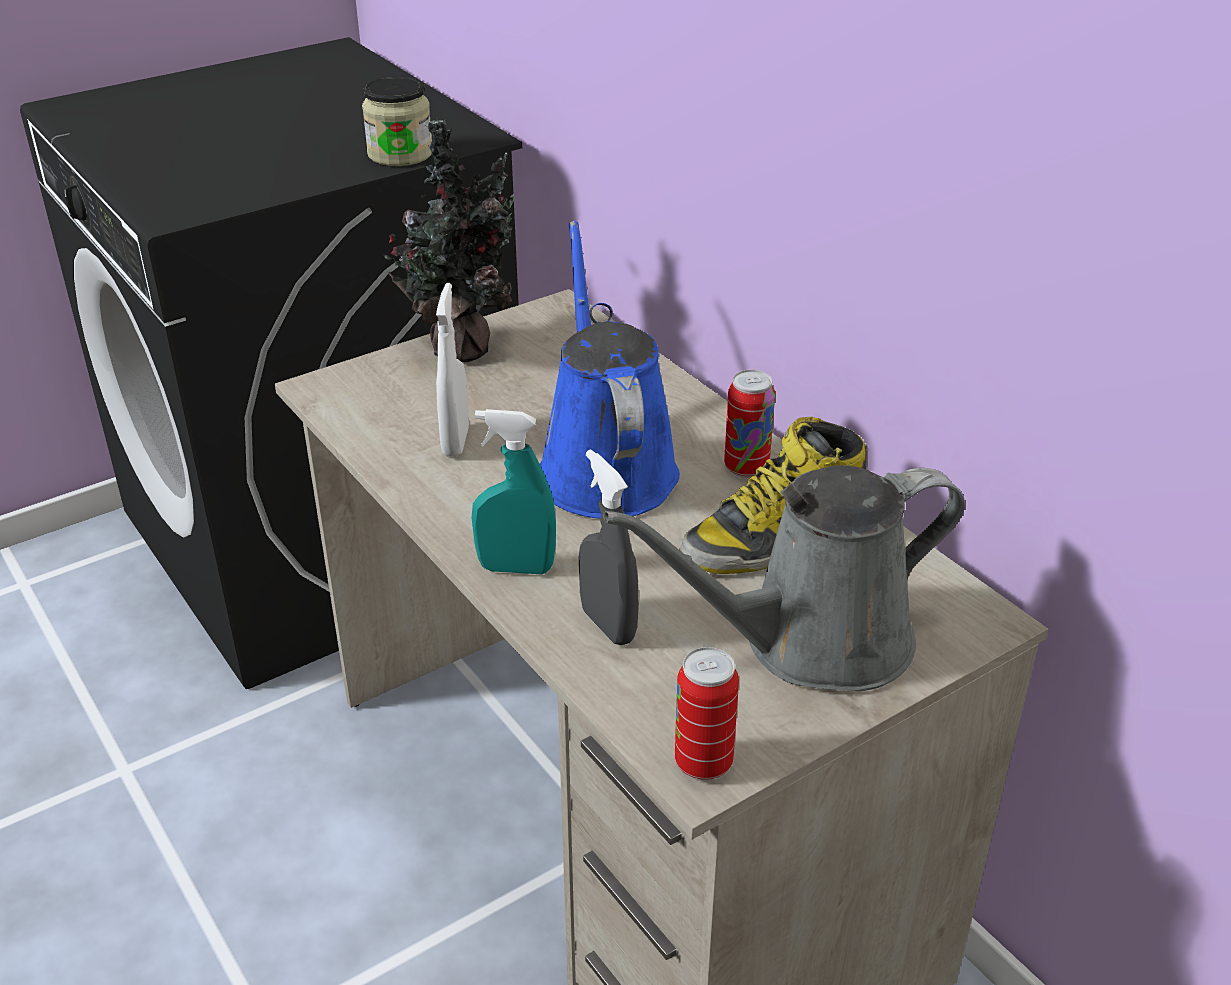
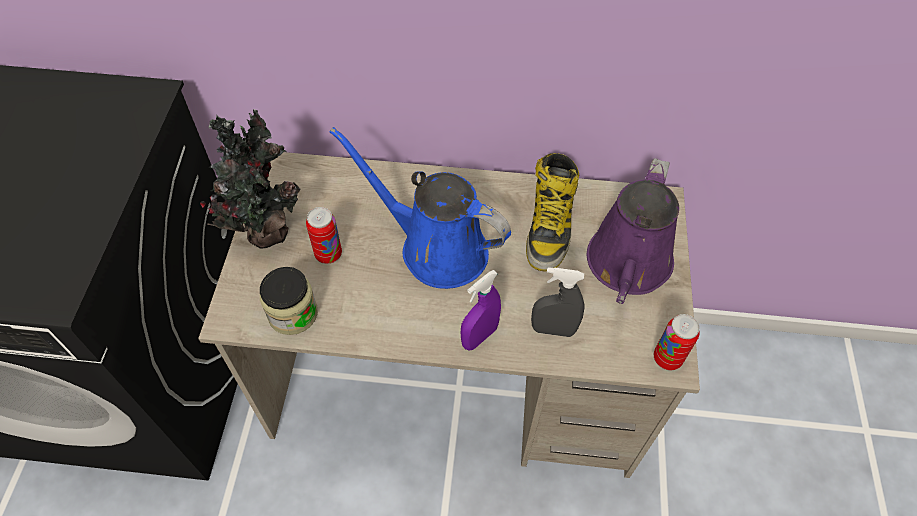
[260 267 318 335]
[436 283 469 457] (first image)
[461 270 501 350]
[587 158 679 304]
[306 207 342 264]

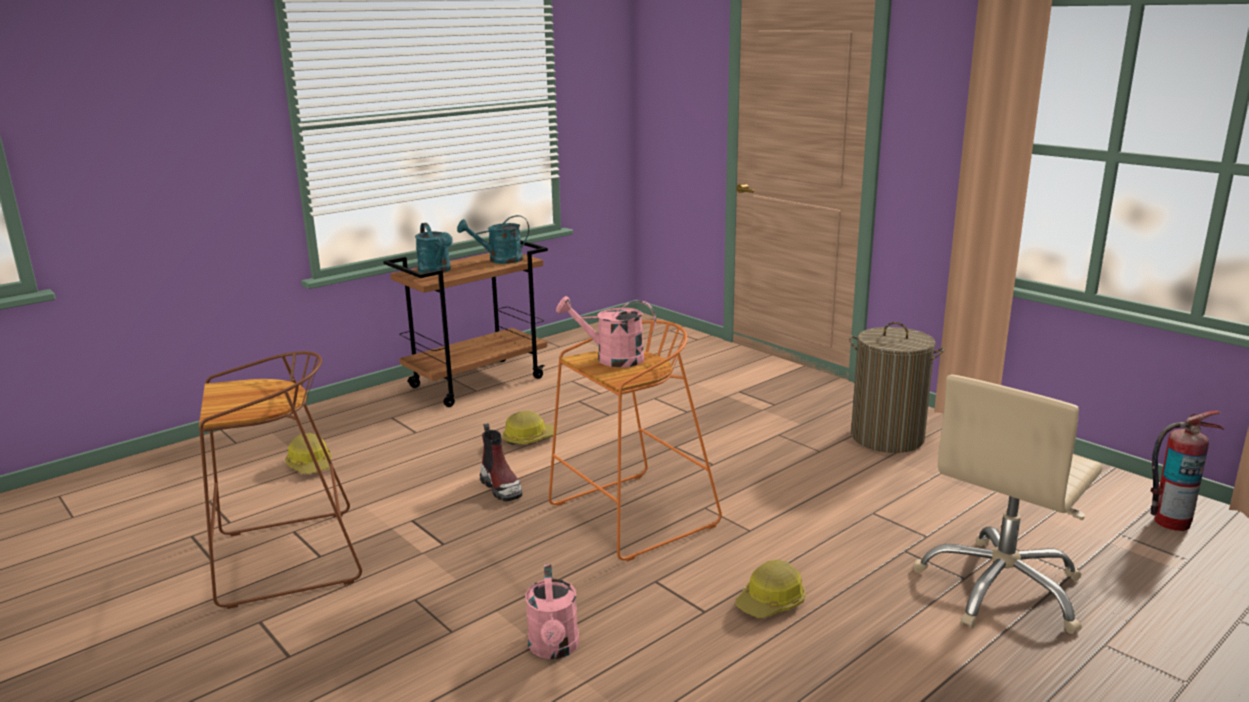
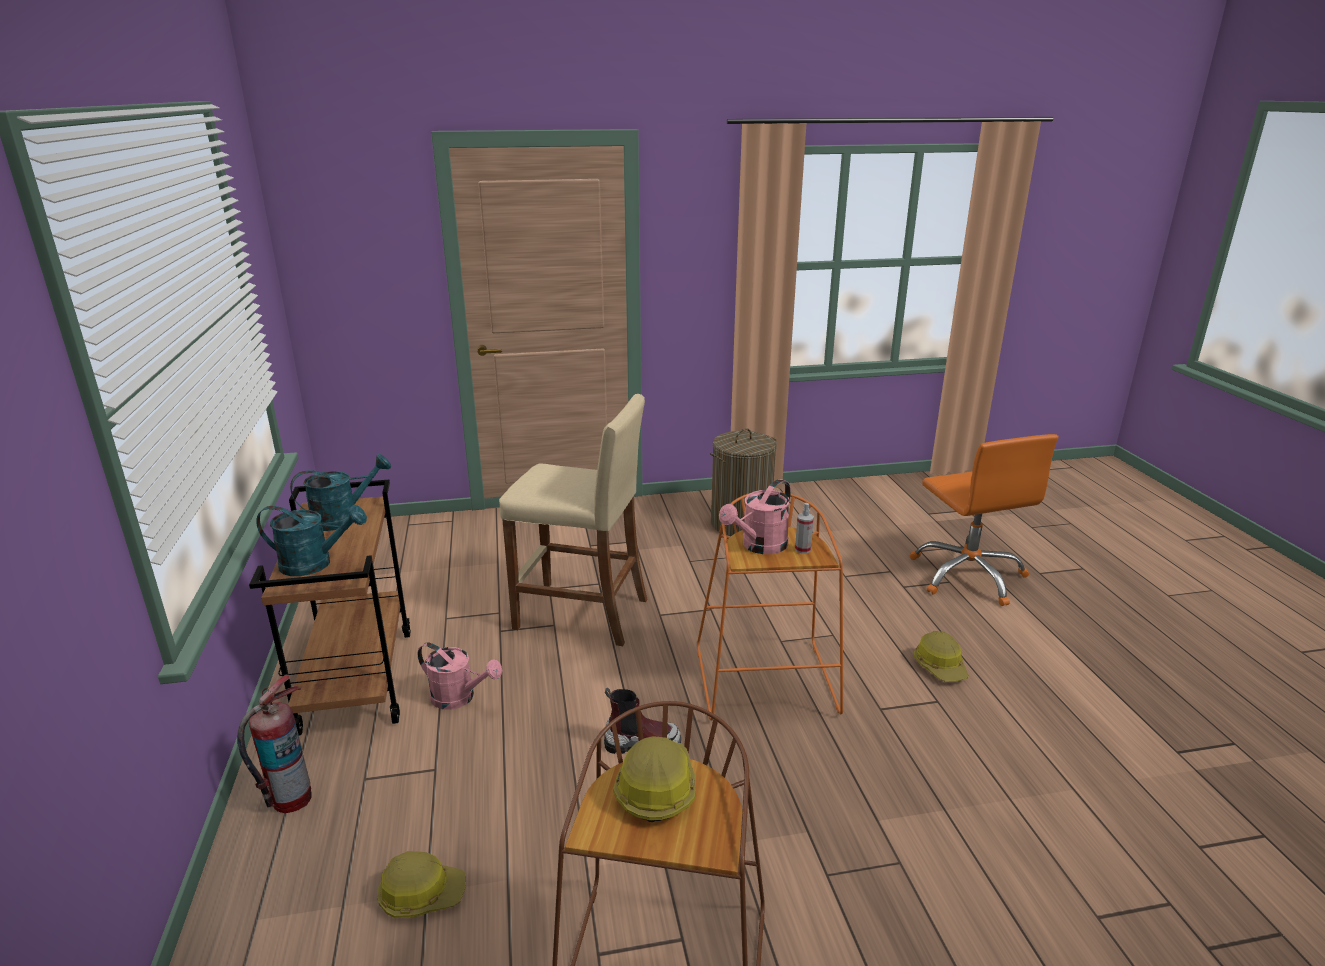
[290 454 391 531]
[613 736 696 822]
[418 642 502 710]
[910 434 1058 606]
[237 675 312 813]
[499 394 647 646]
[795 503 814 554]

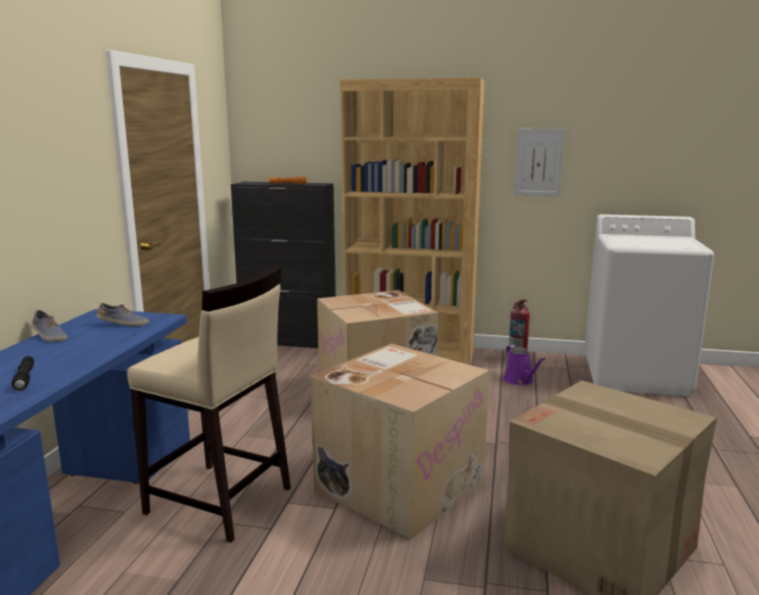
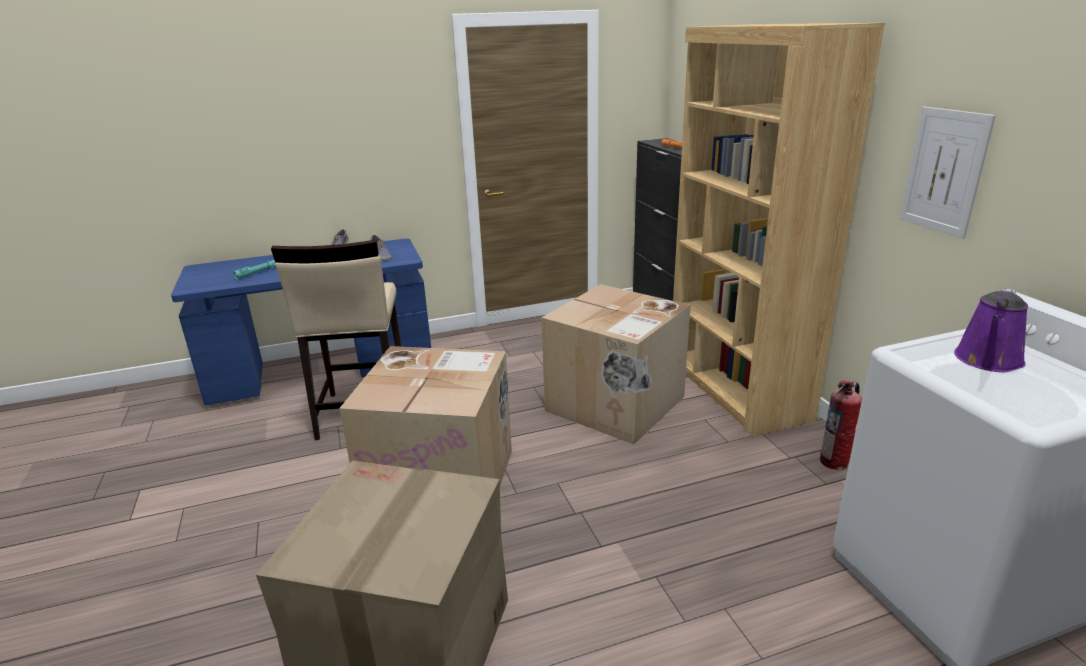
[233 260 276 279]
[954 288 1028 372]

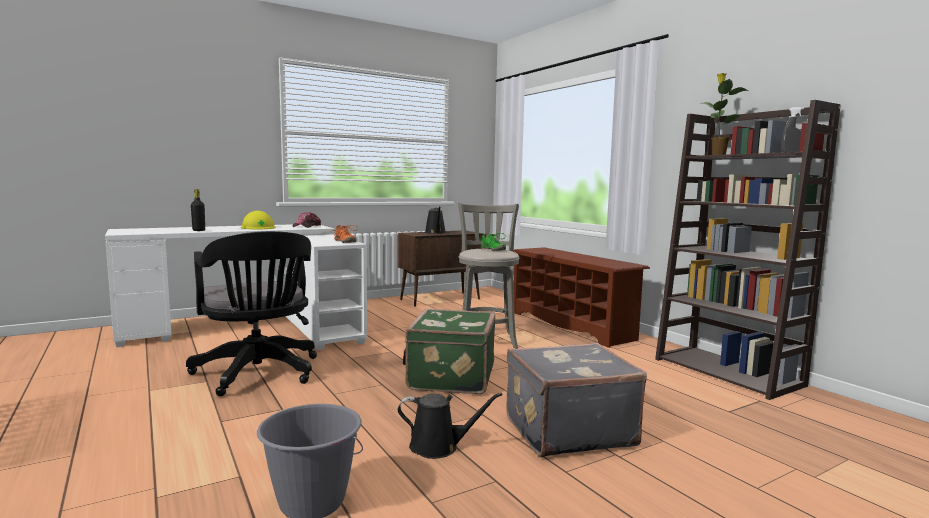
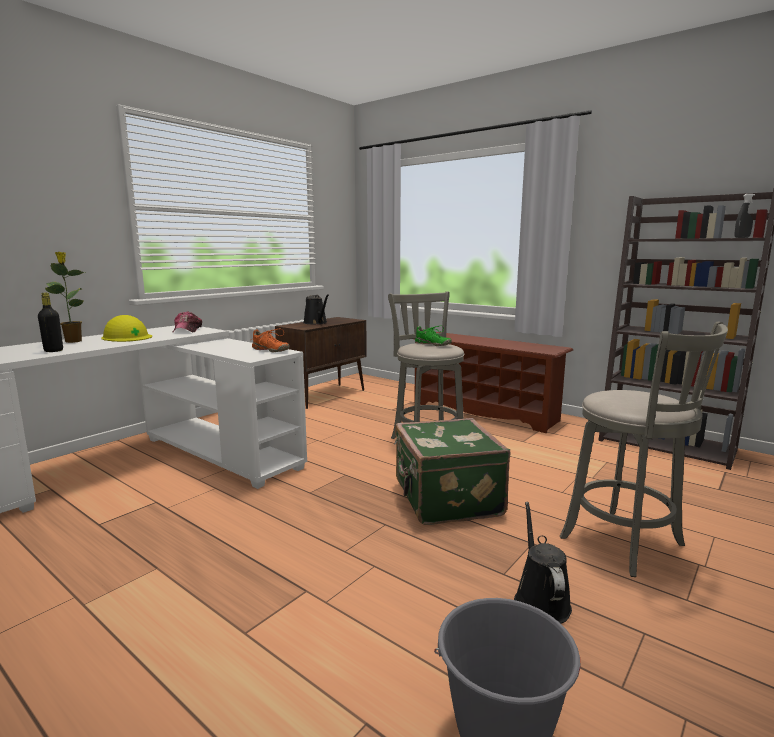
[186 231 317 396] (first image)
[514 502 572 624]
[560 322 728 577]
[45 252 85 343]

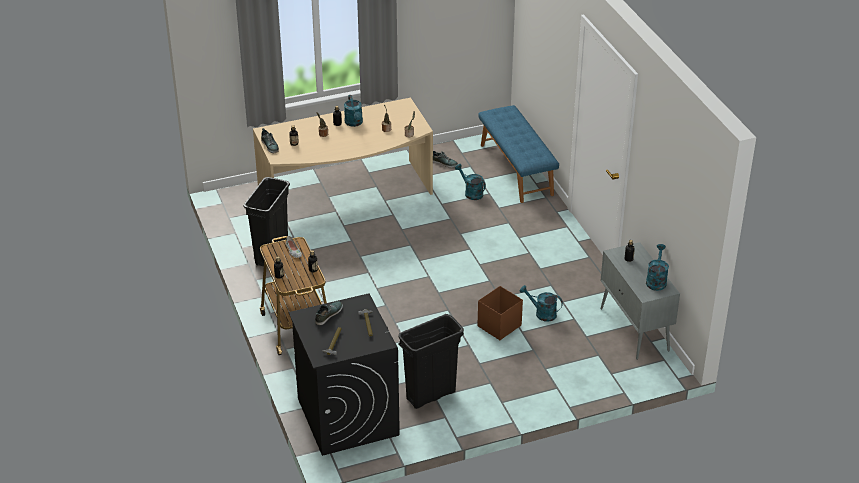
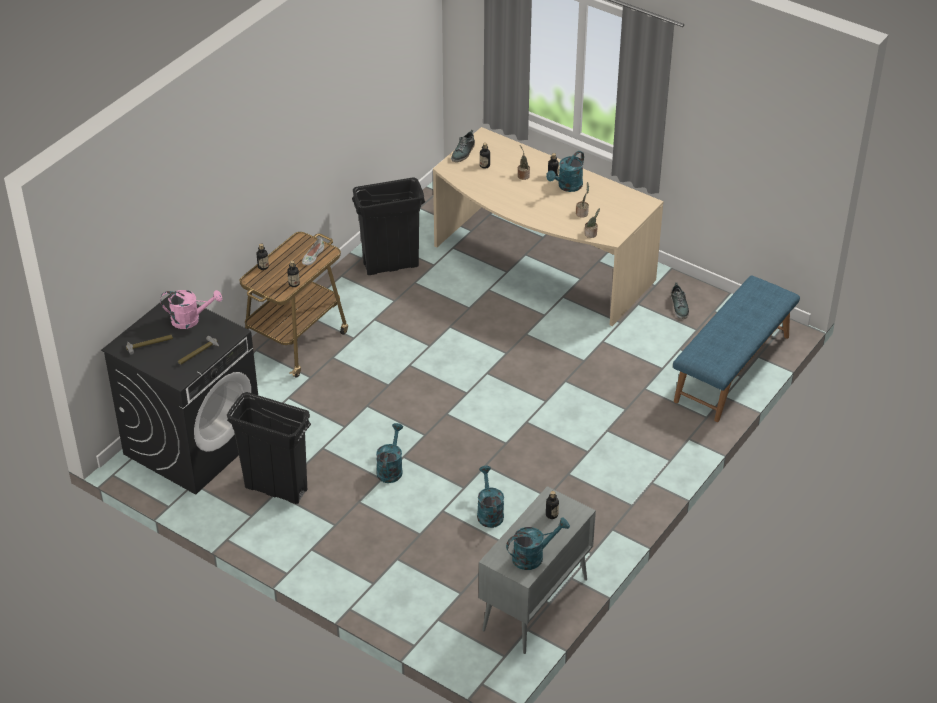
[160 290 222 329]
[376 423 403 483]
[478 286 523 340] (first image)

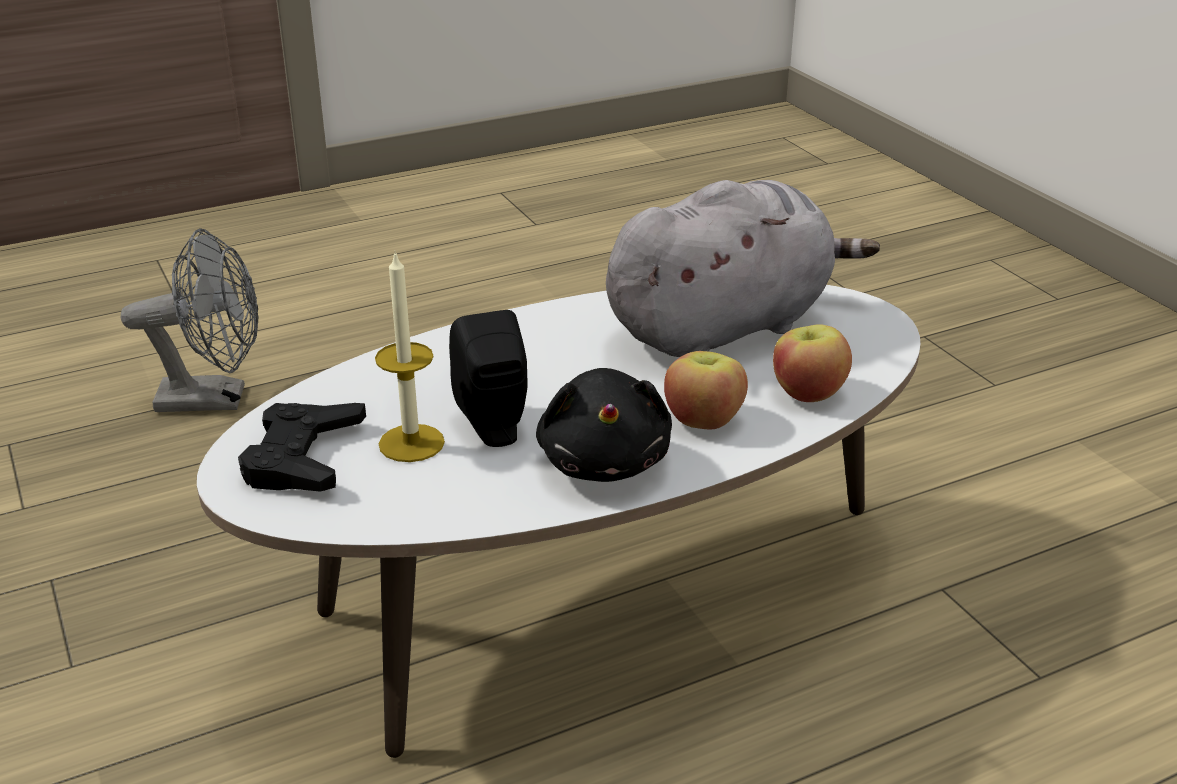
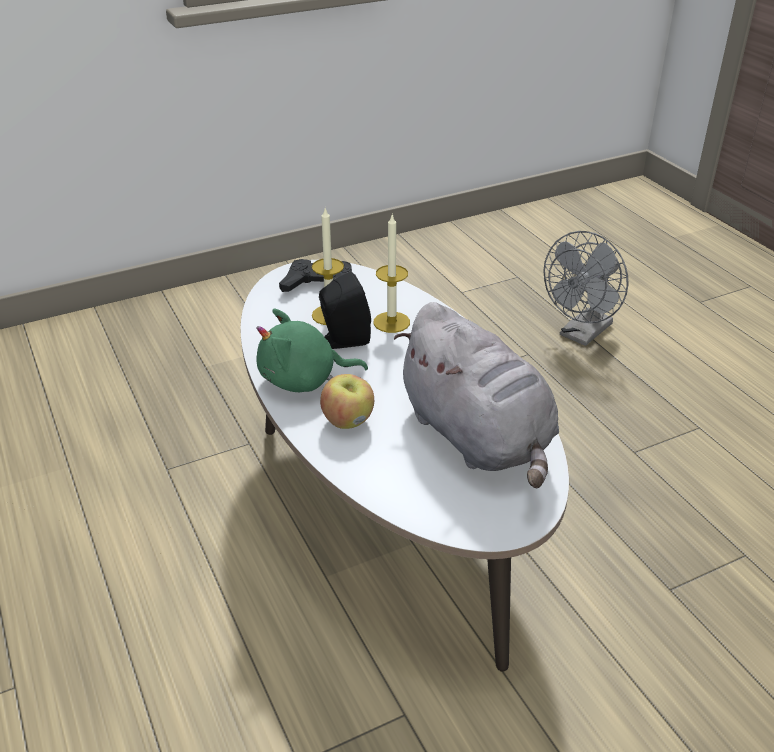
[543 231 629 346]
[256 309 368 392]
[773 324 852 402] (first image)
[374 213 410 333]

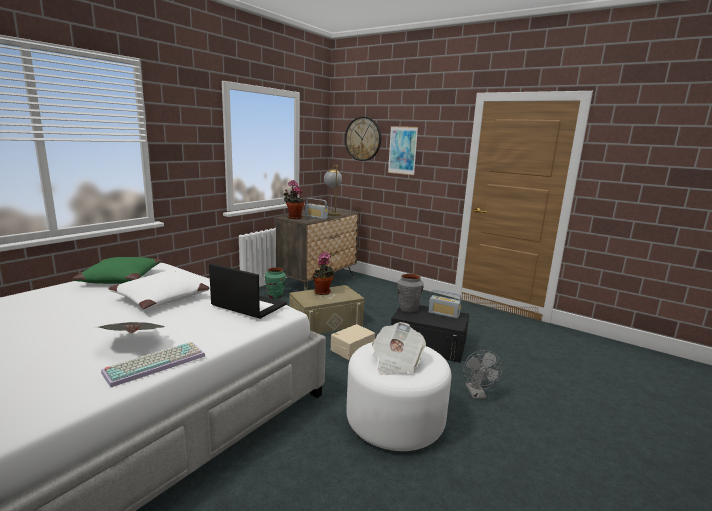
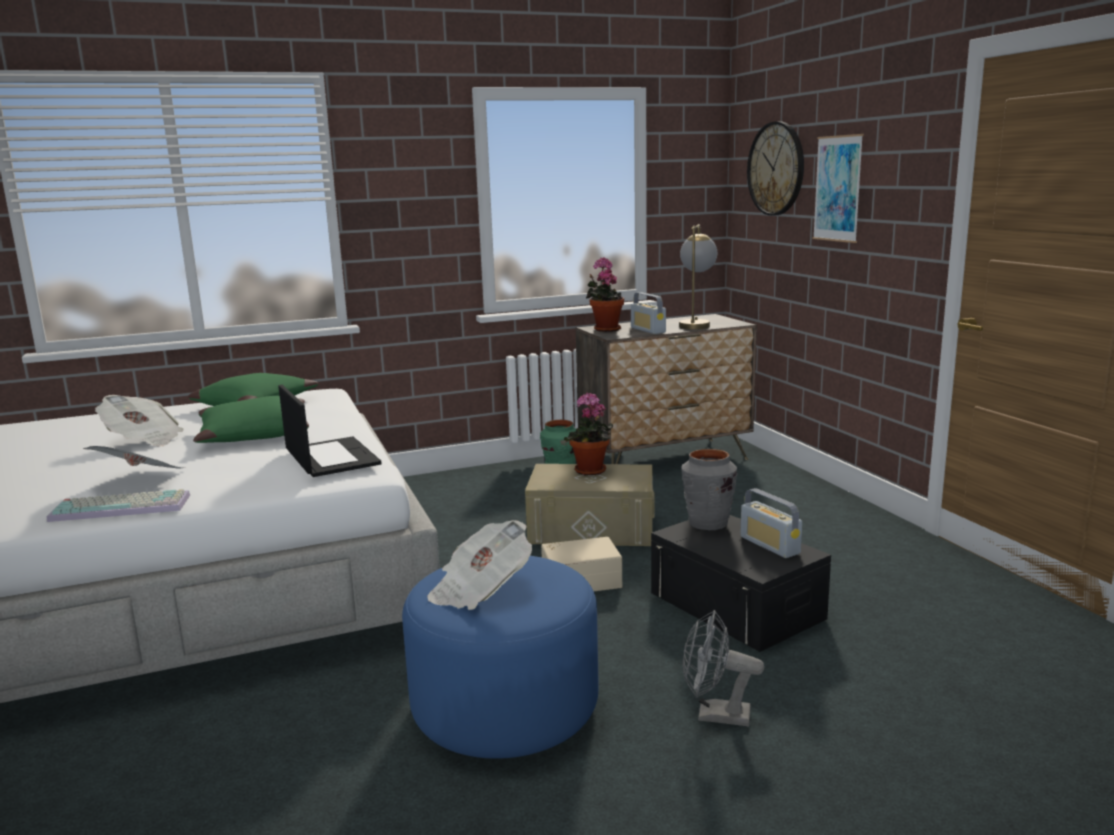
[193 396 309 443]
[402 556 599 759]
[683 610 764 726]
[95 395 184 446]

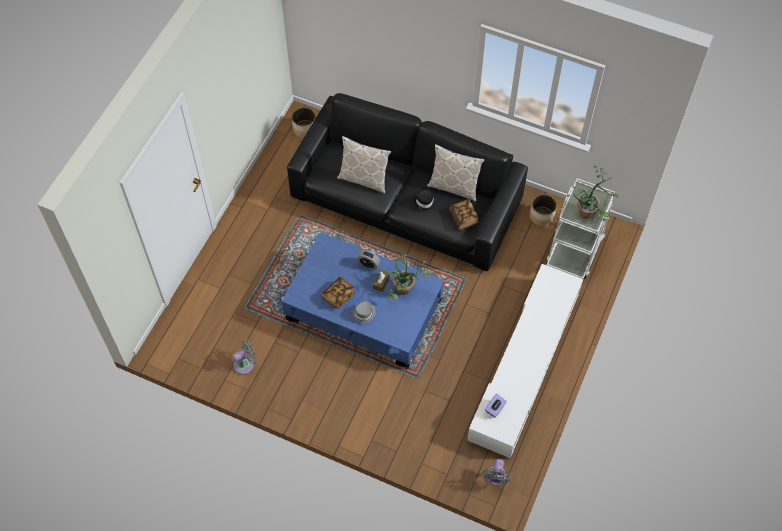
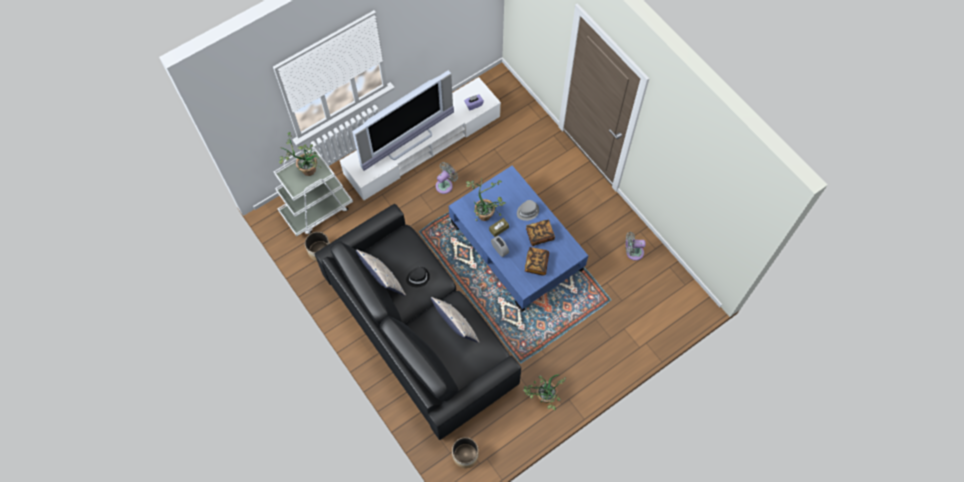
[525 247 549 276]
[436 162 458 194]
[352 70 454 171]
[523 374 566 410]

